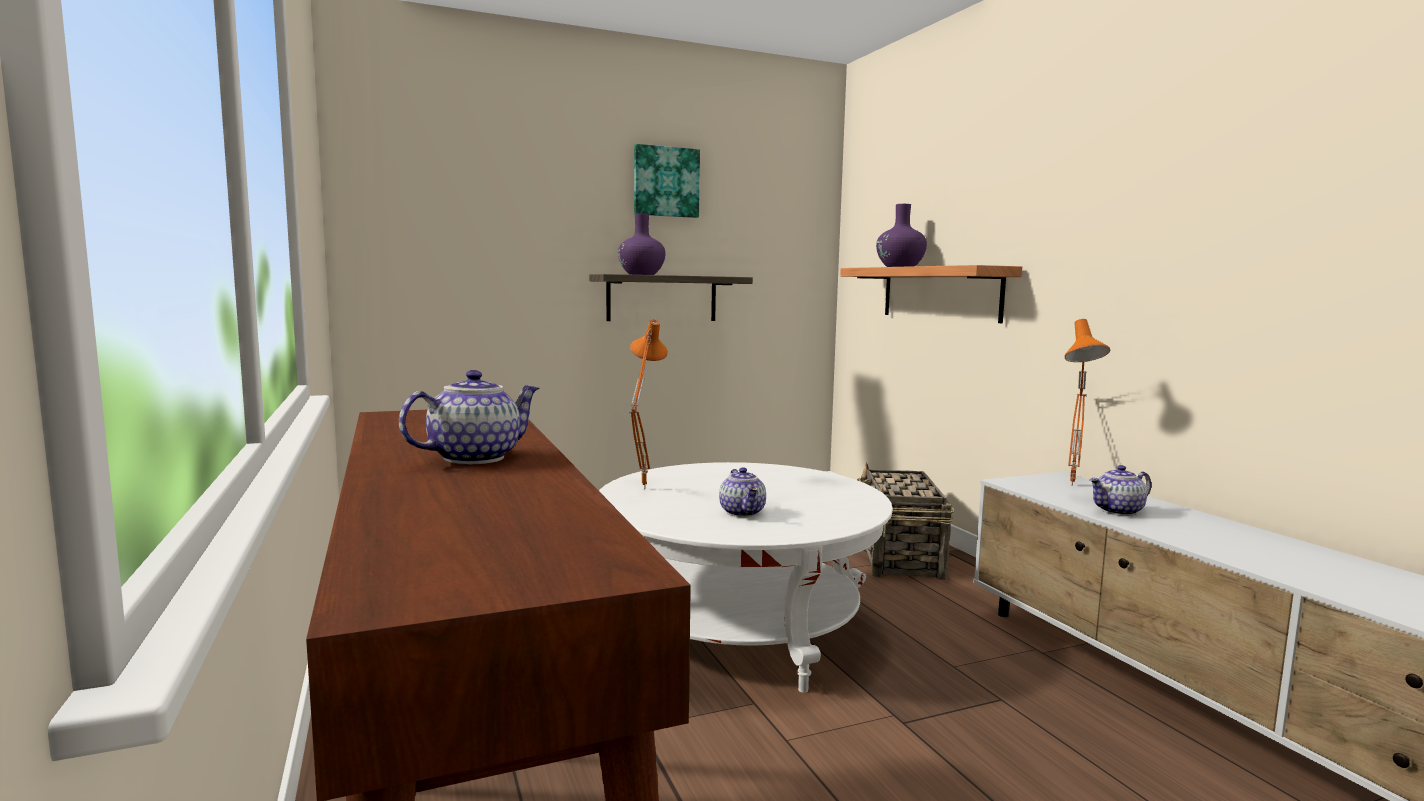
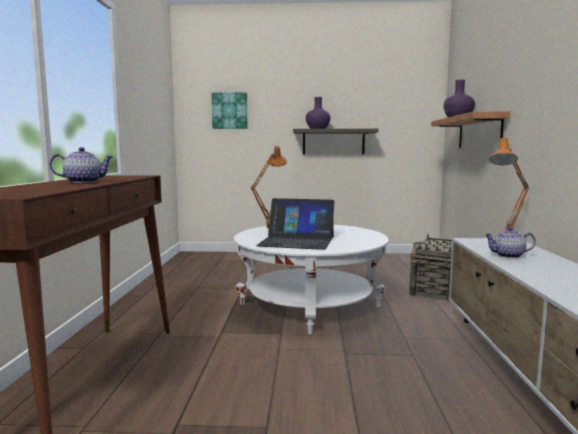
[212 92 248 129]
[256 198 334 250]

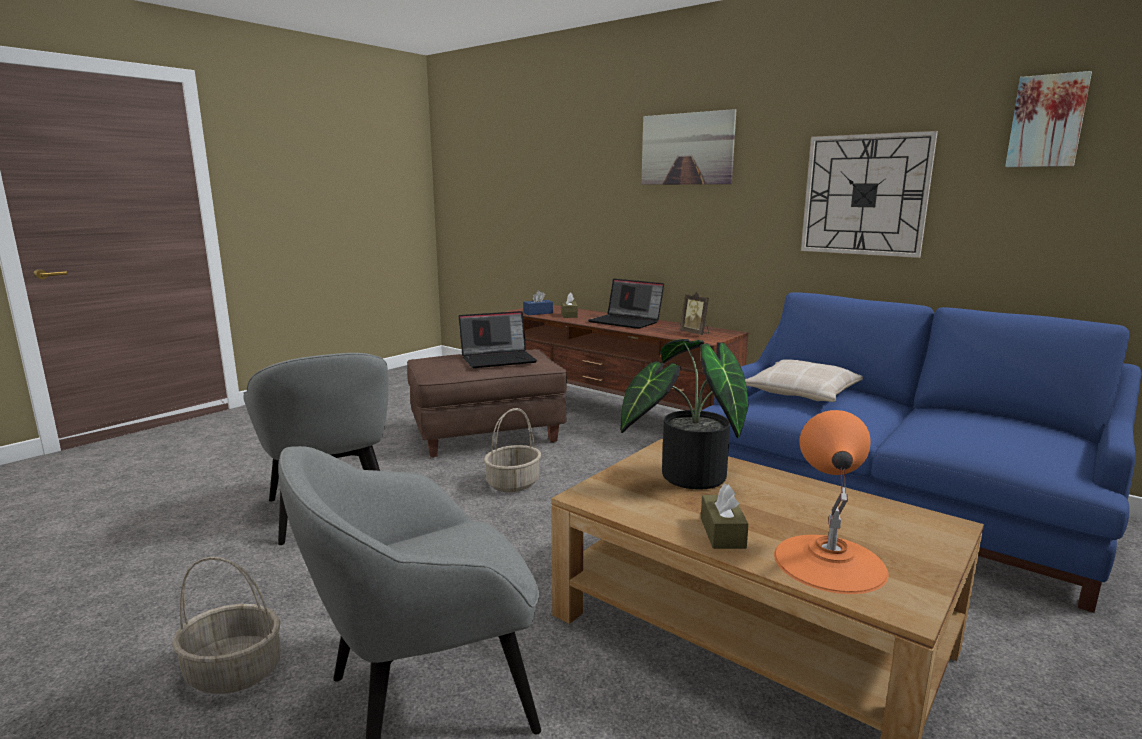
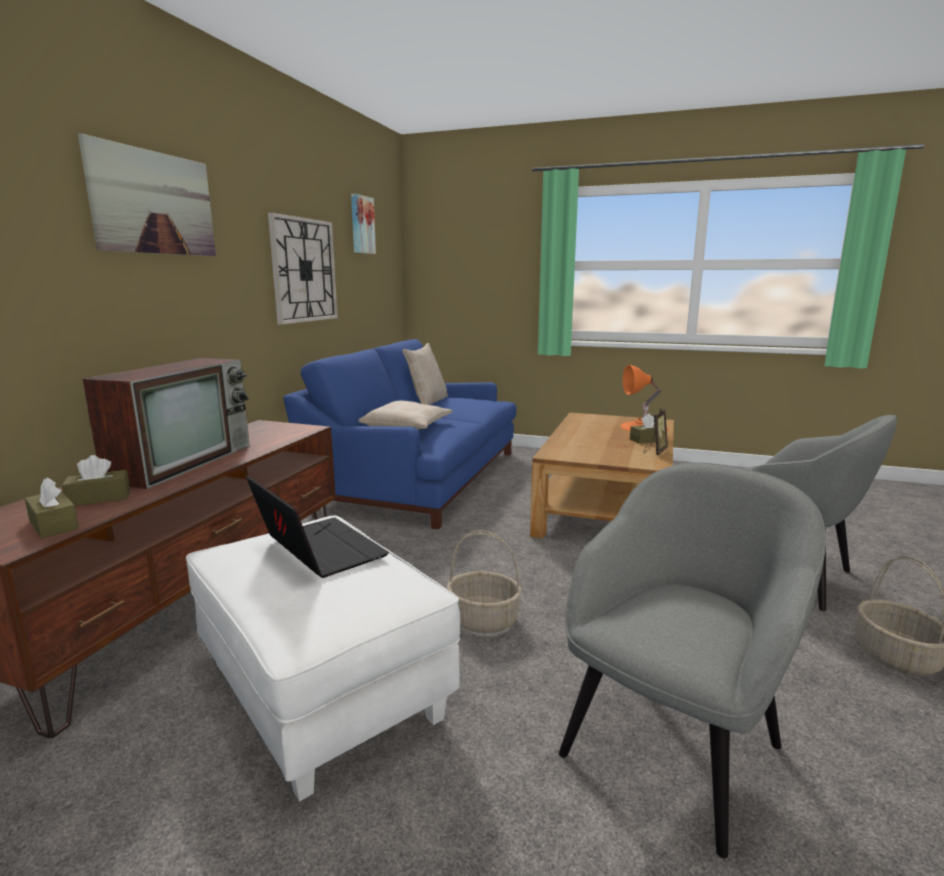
[186 516 460 801]
[25 477 79 538]
[82 358 250 489]
[620 339 749 489] (first image)
[644 407 668 455]
[403 343 448 405]

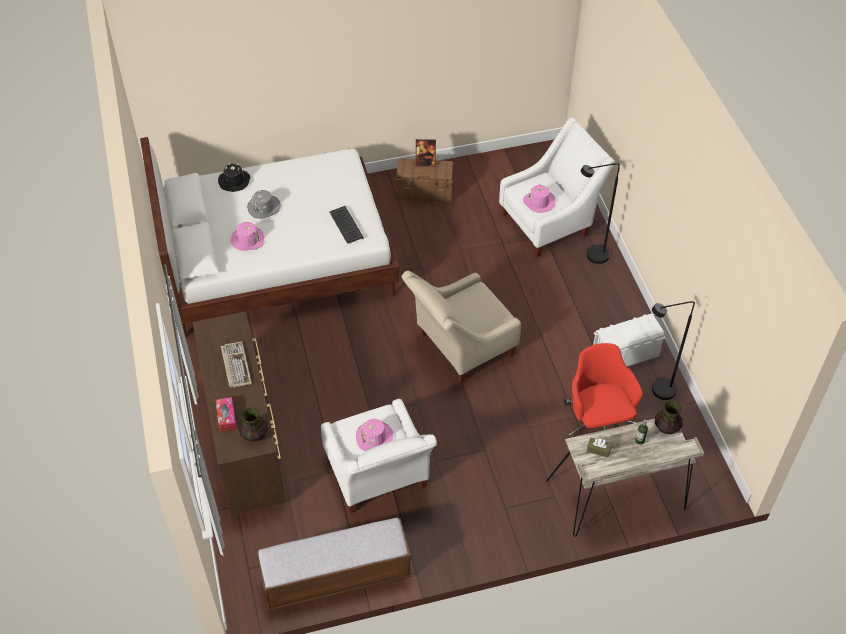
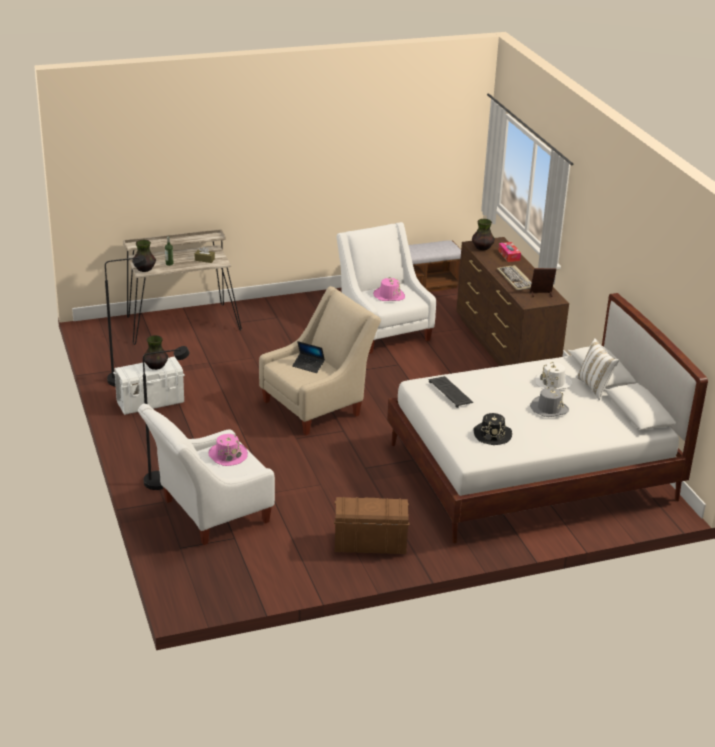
[473 413 512 445]
[535 362 572 390]
[530 268 556 297]
[564 343 642 439] (first image)
[144 335 168 370]
[292 341 325 373]
[576 338 619 400]

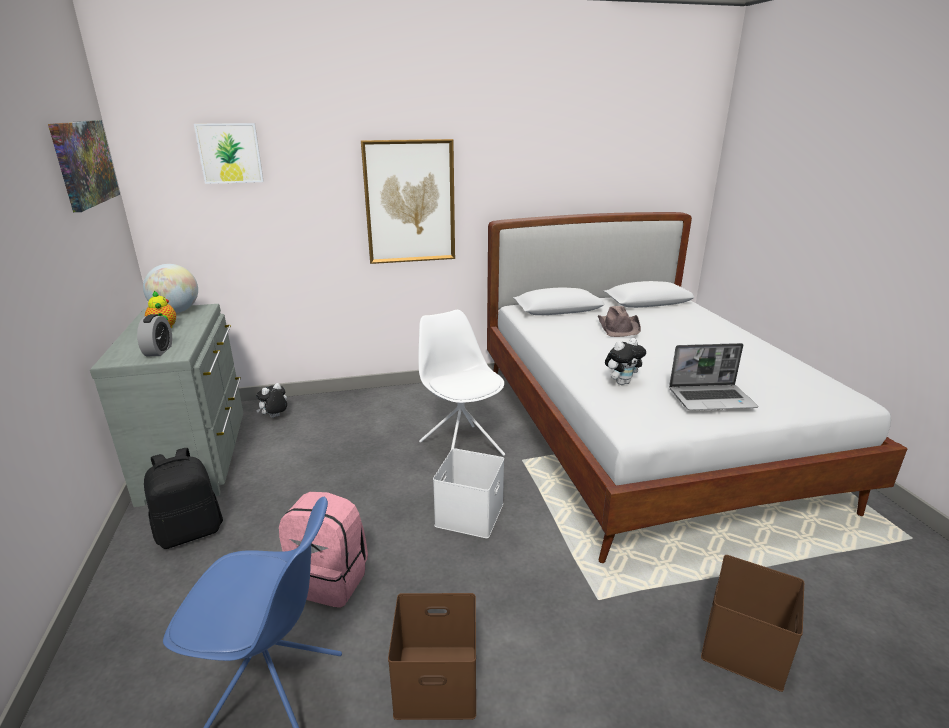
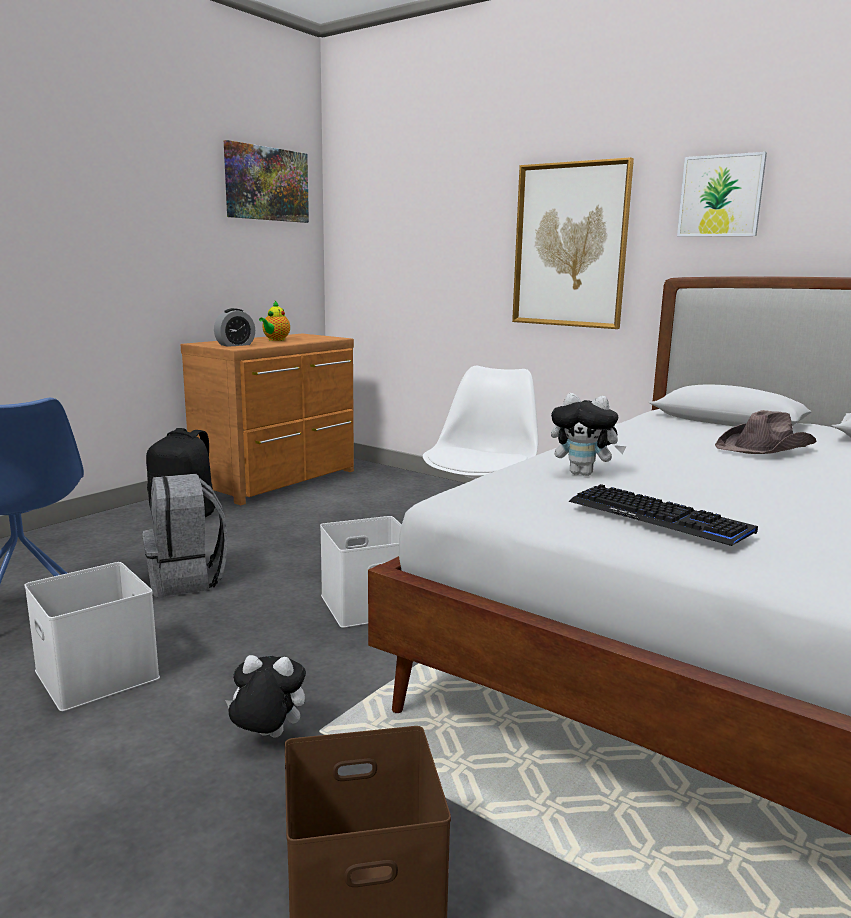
[181 334 354 505]
[143 264 198 313] (first image)
[677 152 767 237]
[225 655 306 738]
[143 474 228 597]
[24 562 160 711]
[569 484 758 546]

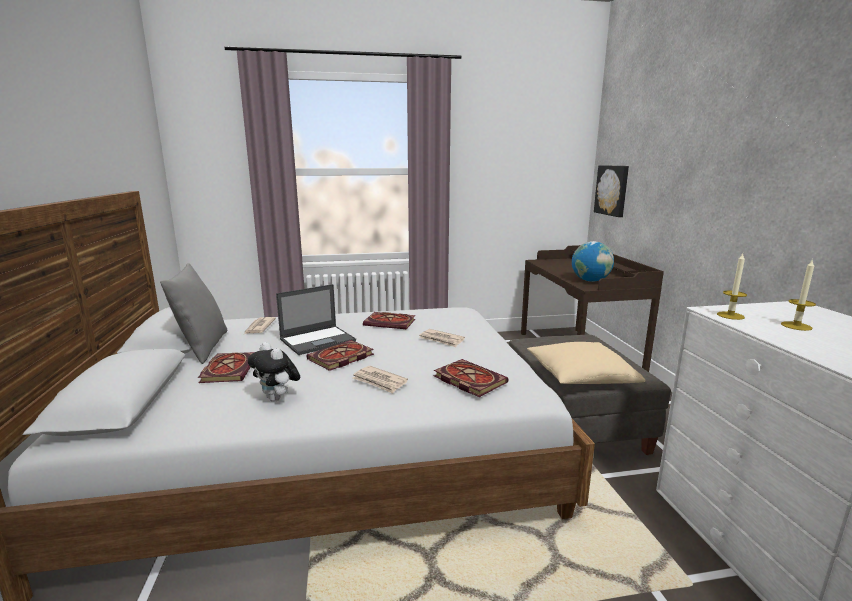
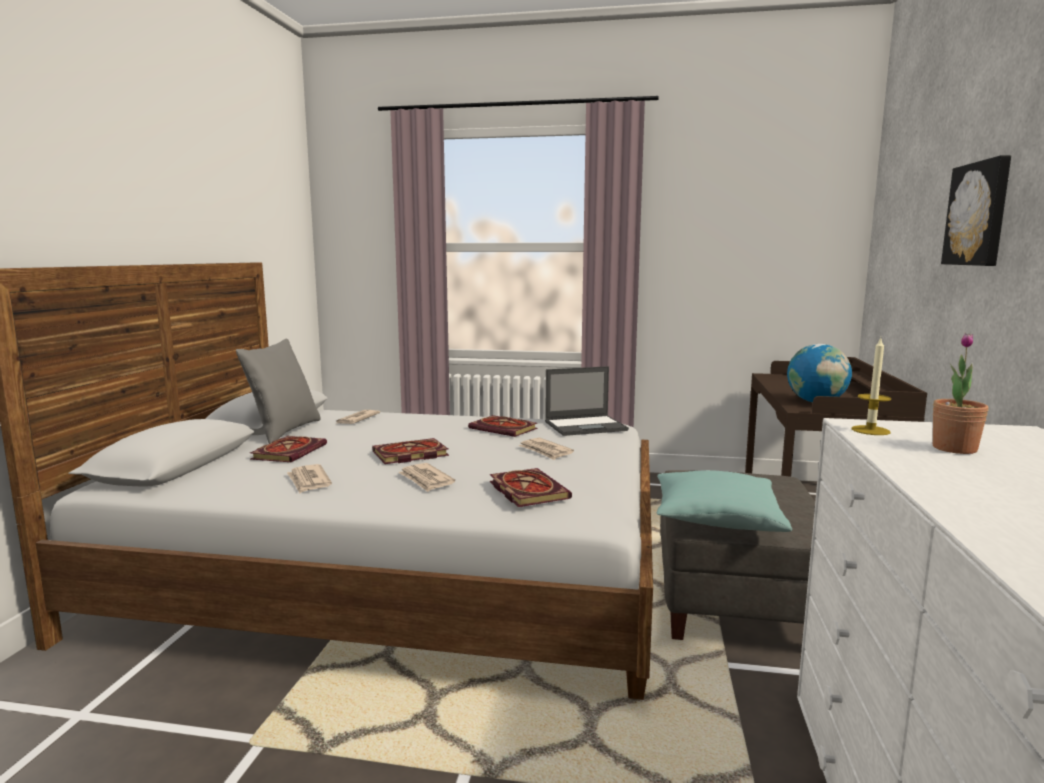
[287 464 332 493]
[545 366 629 436]
[657 470 792 532]
[941 155 1011 266]
[933 333 988 454]

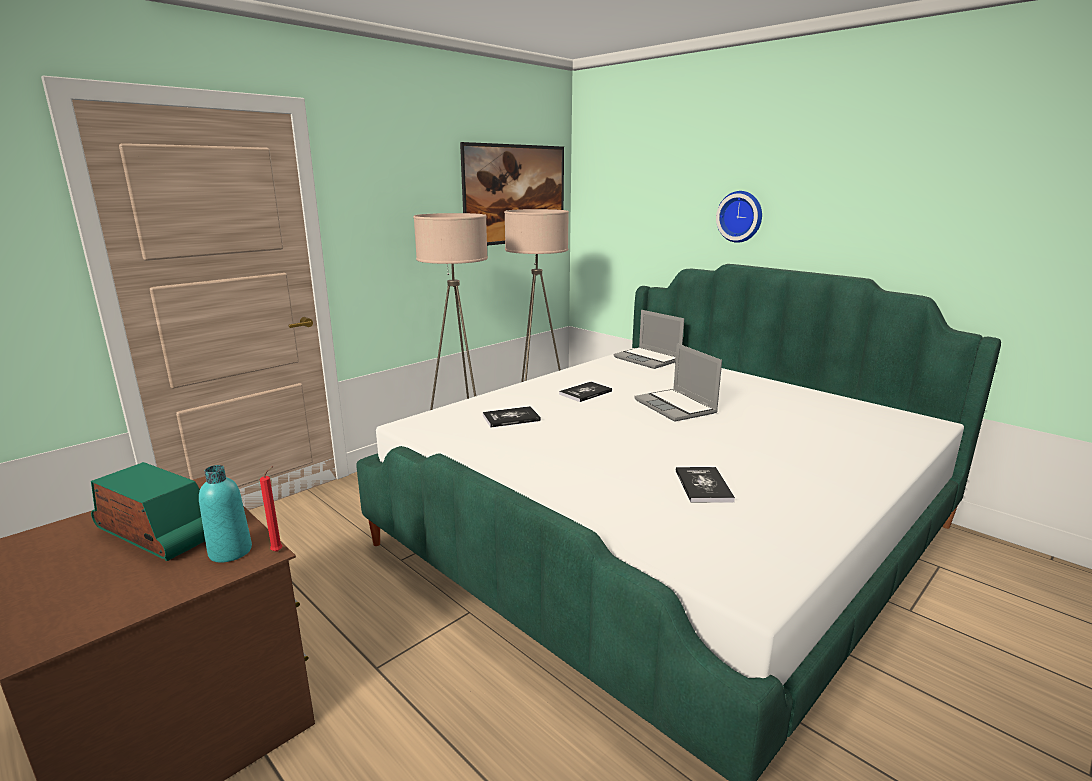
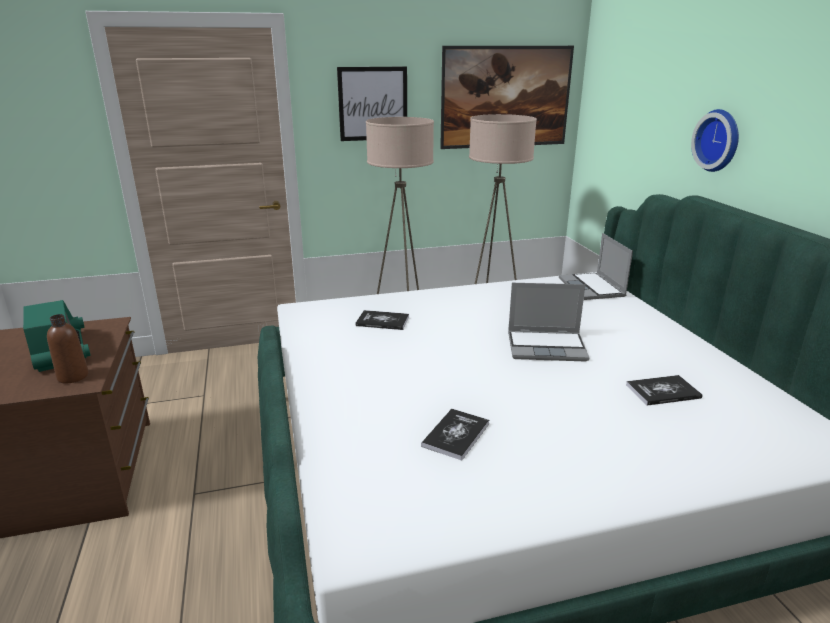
[47 314 89 384]
[260 466 283 552] (first image)
[626 375 703 406]
[508 283 589 361]
[337 67 407 141]

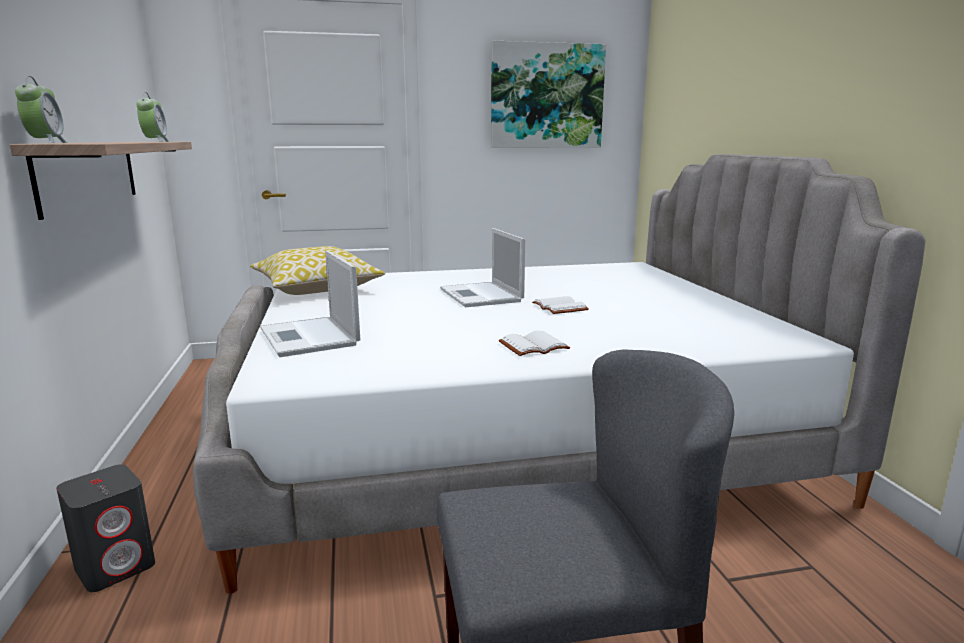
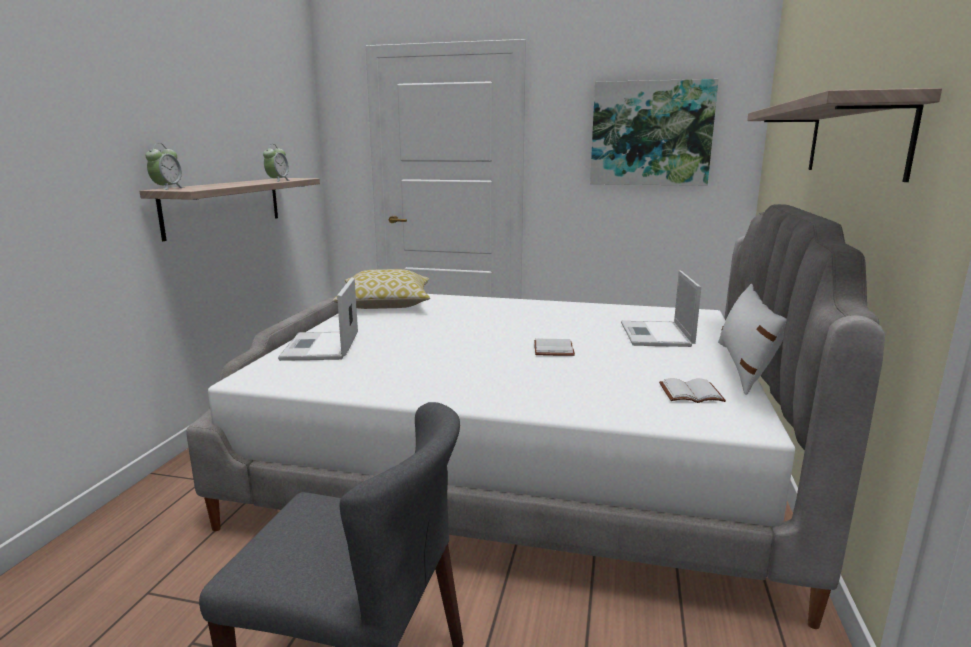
[56 464 155 592] (first image)
[621 270 701 347]
[659 378 726 403]
[718 284 787 395]
[747 88 942 182]

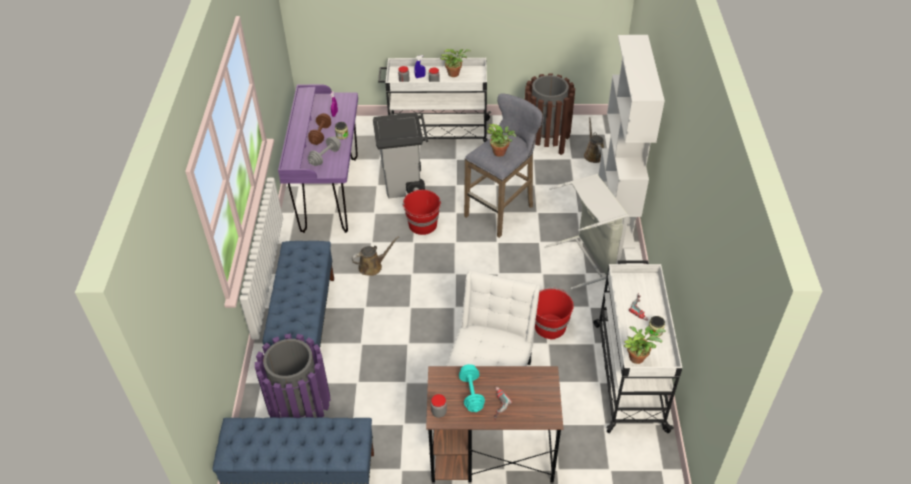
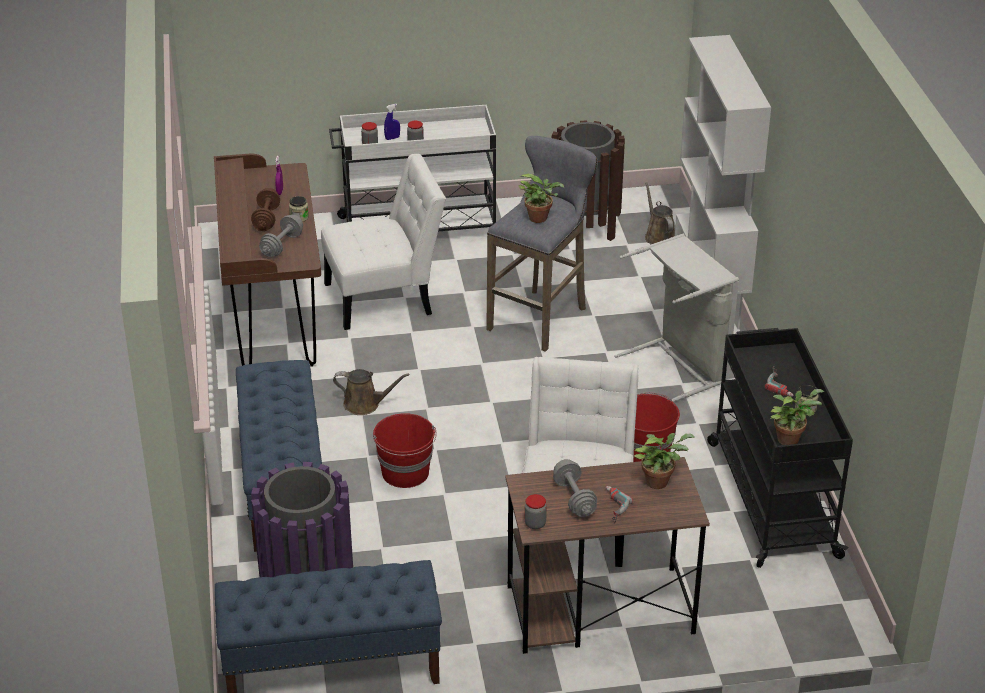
[214 153 321 367]
[333 369 409 415]
[321 154 446 330]
[373 413 437 488]
[634 433 695 489]
[553 459 597 517]
[707 328 853 568]

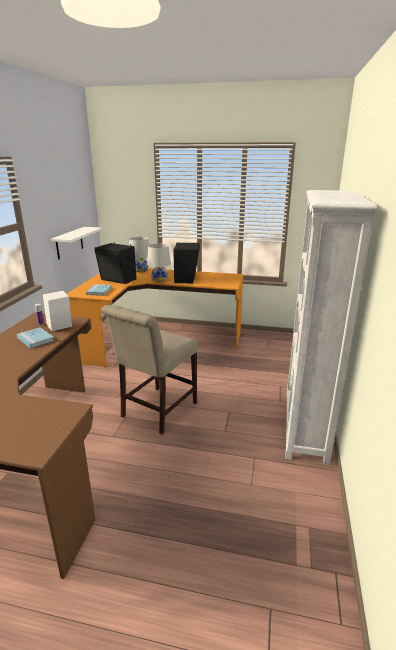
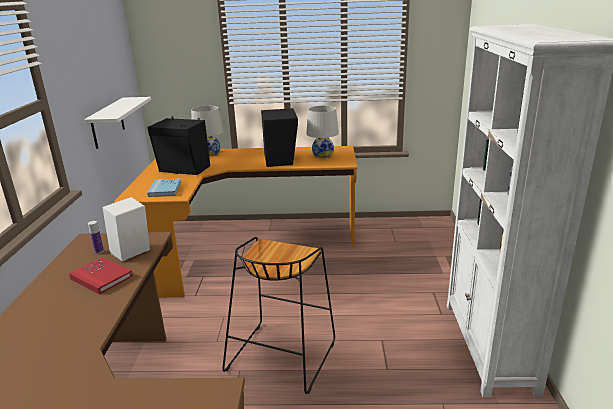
[69 257 133 294]
[222 237 335 394]
[306 106 339 158]

